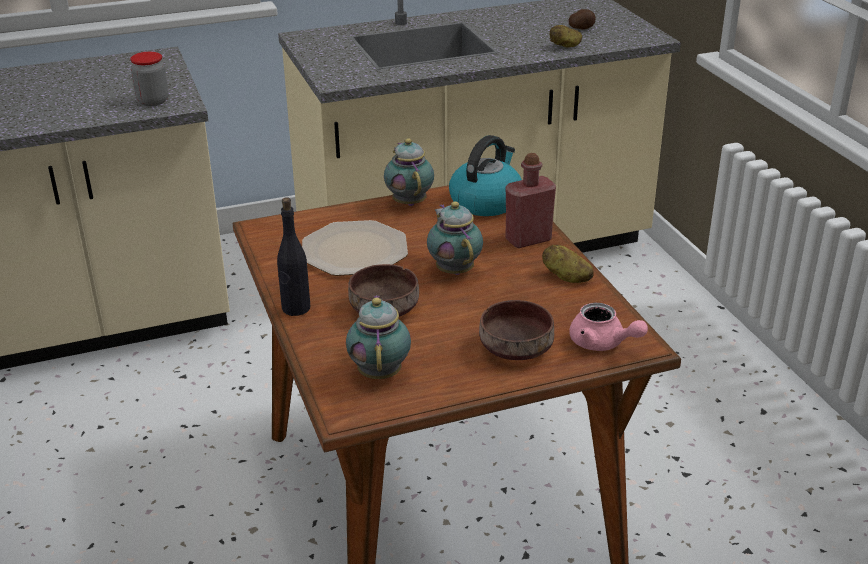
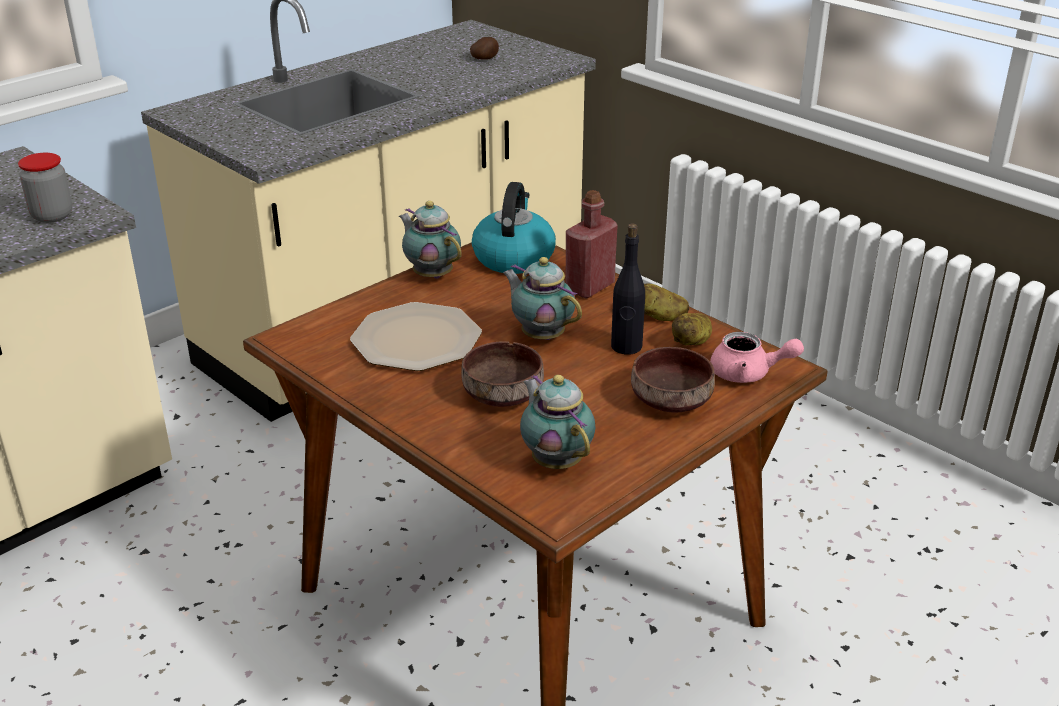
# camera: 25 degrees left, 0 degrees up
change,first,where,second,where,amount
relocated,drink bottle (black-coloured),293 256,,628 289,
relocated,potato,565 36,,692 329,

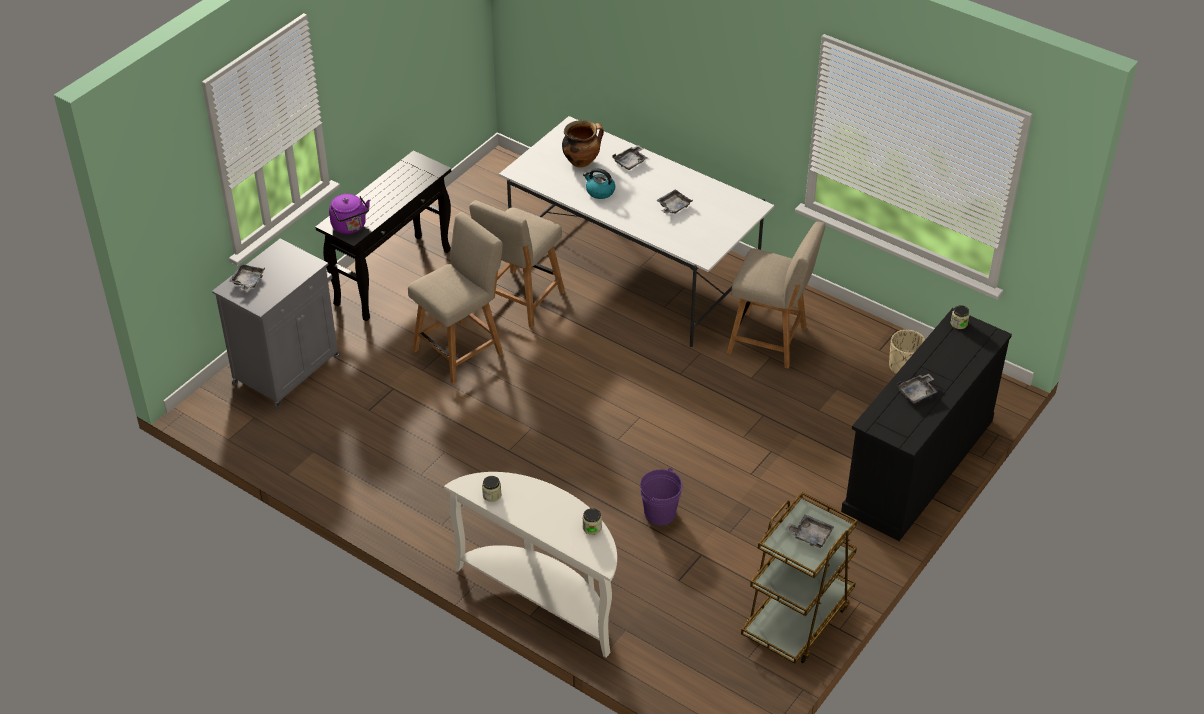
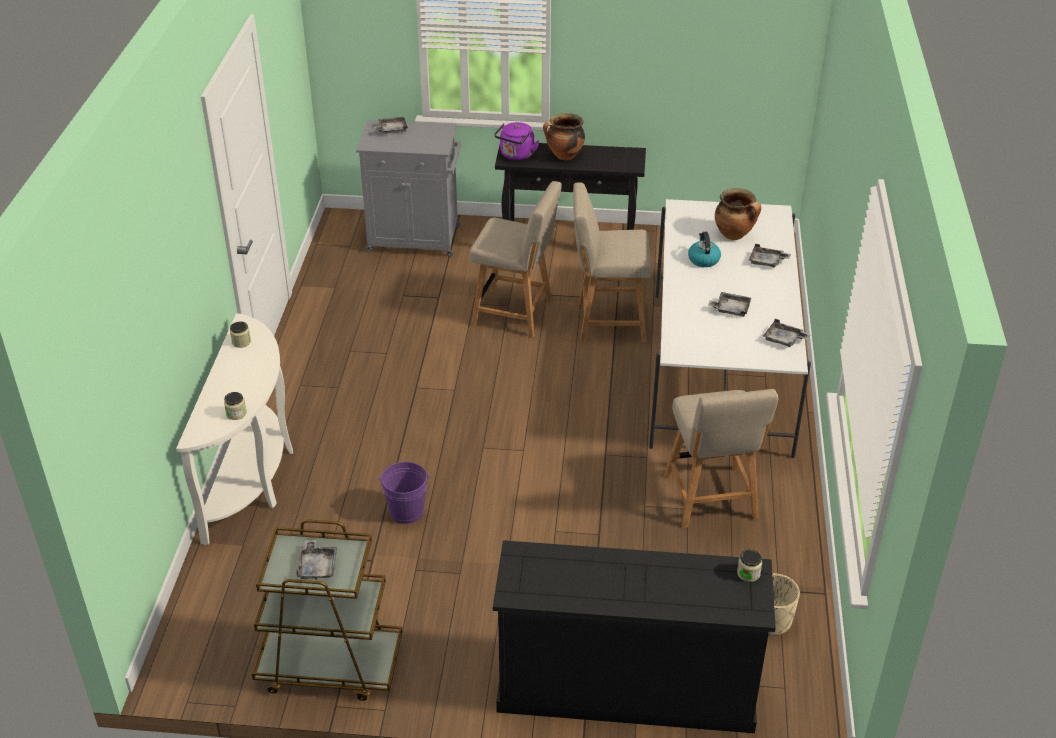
# camera: 60 degrees right, 5 degrees down
change,first,where,second,where,amount
appeared,,,cooking pot,564 136,
relocated,serving tray (grey),917 389,,787 333,

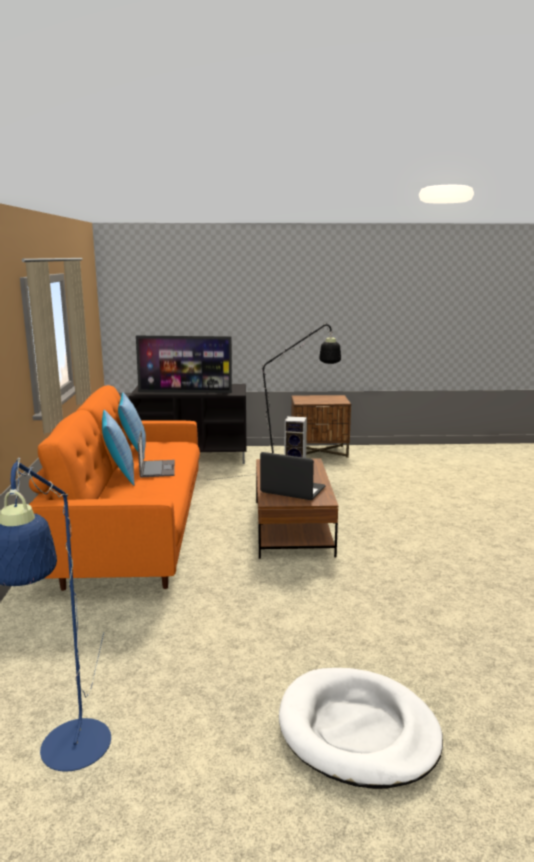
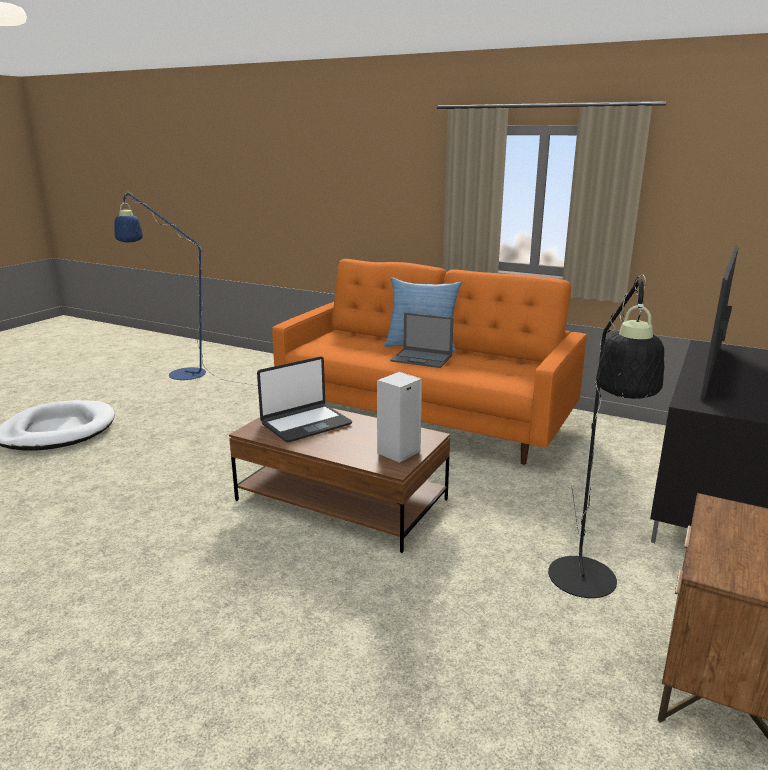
# camera: 120 degrees right, 5 degrees up
change,first,where,second,where,amount
missing,throw pillow,132 426,,,

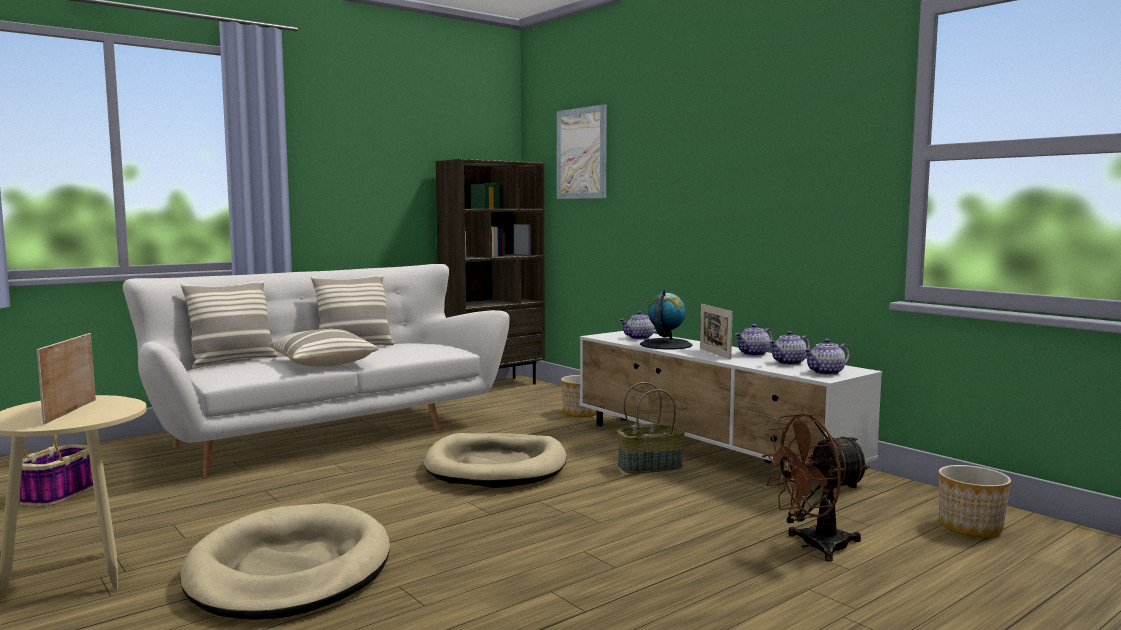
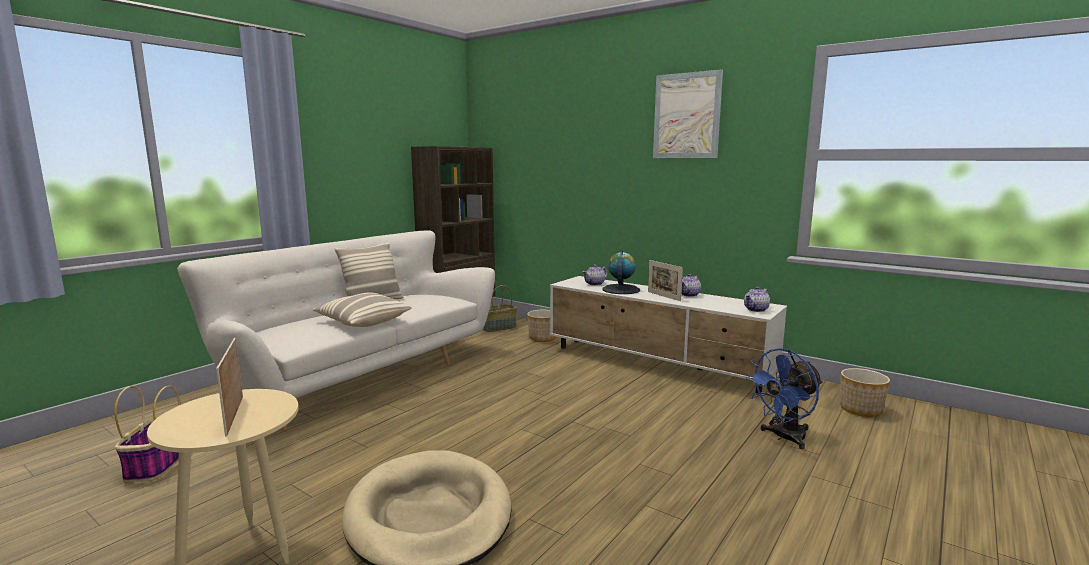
# camera: 15 degrees left, 5 degrees up
change,first,where,second,where,amount
missing,throw pillow,229 324,,,
missing,dog bed (beige),495 460,,,
missing,tea pot,790 348,,,
relocated,wall art,582 151,,688 113,
relocated,household basket,651 428,,500 307,
colour,fan (brown-coloured),816 487,fan (bluish),784 399,

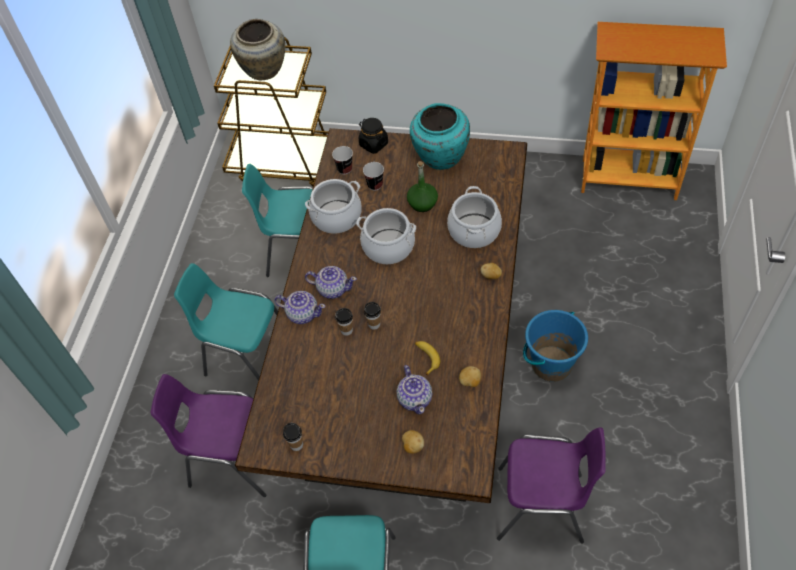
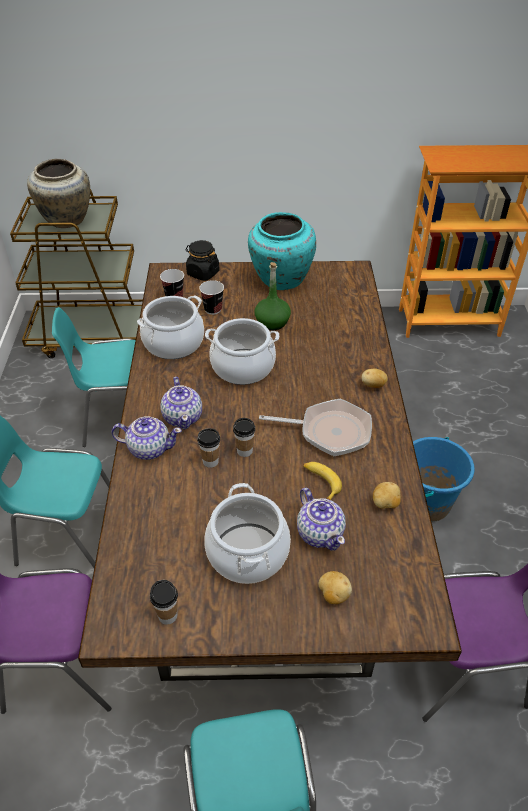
# camera: 15 degrees left, 10 degrees down
change,first,where,second,where,amount
appeared,,,pan,315 427,
relocated,cooking pot,474 217,,247 533,
spun,tea pot,331 282,,181 403,75 degrees clockwise

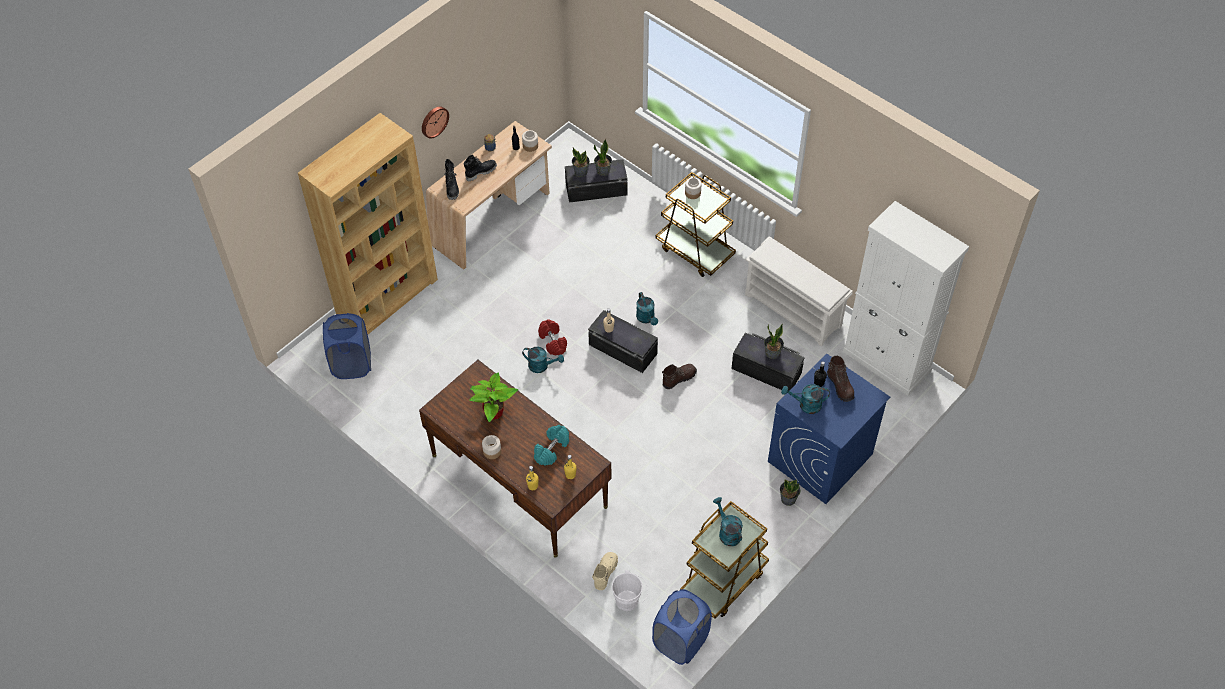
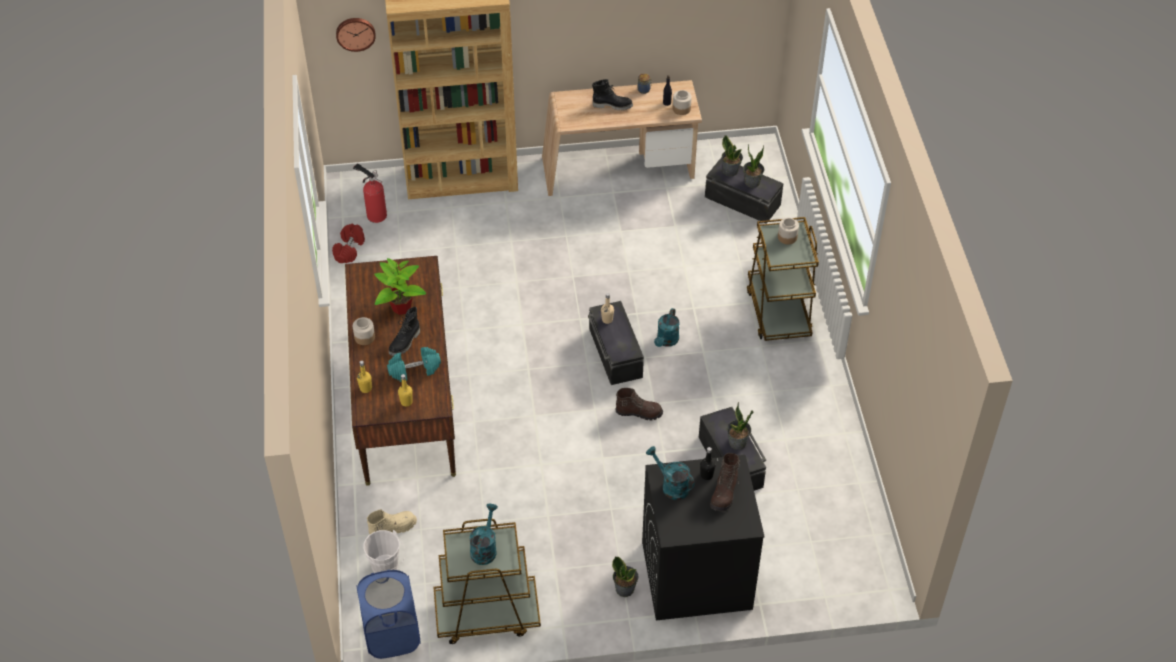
# camera: 40 degrees right, 5 degrees down
change,first,where,second,where,amount
missing,watering pot (blue-green),543 360,,,
missing,shoe shelf (white),799 291,,,
missing,cabinet (white),906 298,,,
relocated,wall clock,435 122,,356 35,
relocated,tall boot (black-coloured),451 179,,404 331,
relocated,dumbbell (red),552 337,,348 243,
exchanged,washing basket (bluish),347 346,fire extinguisher,370 193,
colour,washing machine (bluish),829 429,washing machine (black-coloured),703 537,

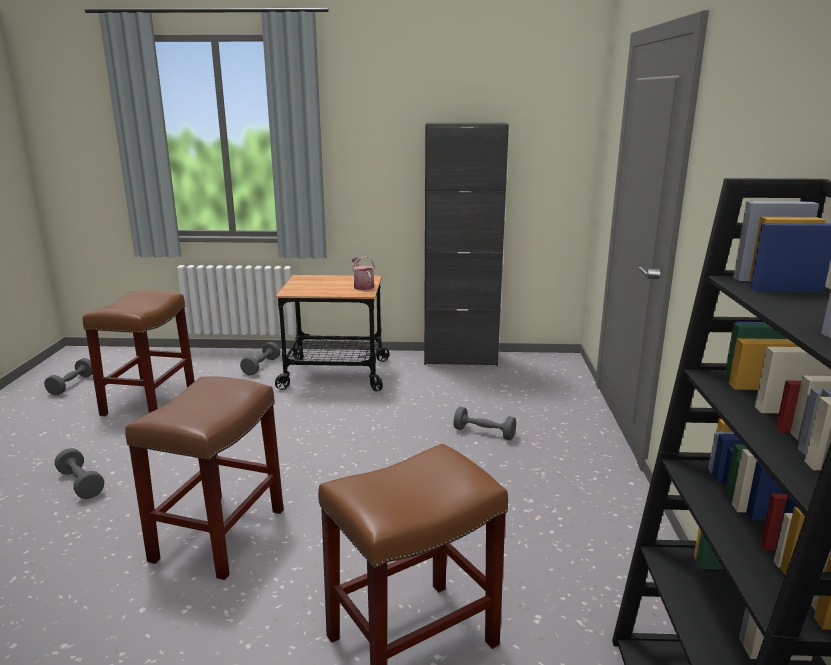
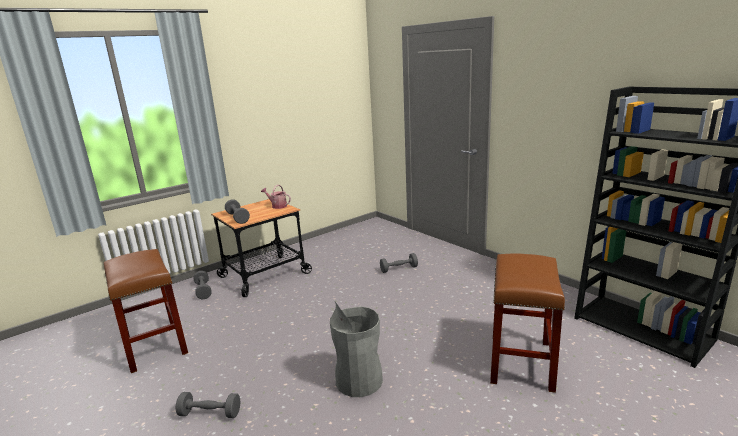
# camera: 40 degrees left, 0 degrees up
change,first,where,second,where,amount
missing,cabinet (black-coloured),466 244,,,
relocated,dumbbell (grey),68 376,,237 211,
exchanged,stool seat (brown-coloured),204 478,rubbish bin (grey),356 348,

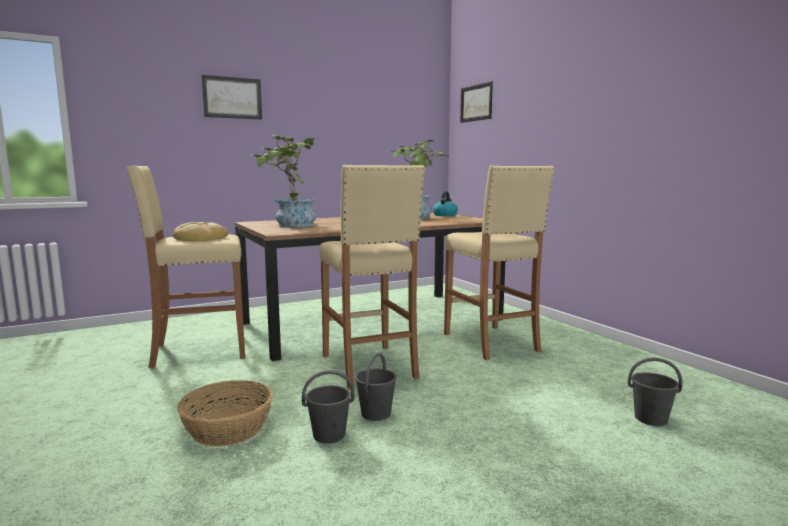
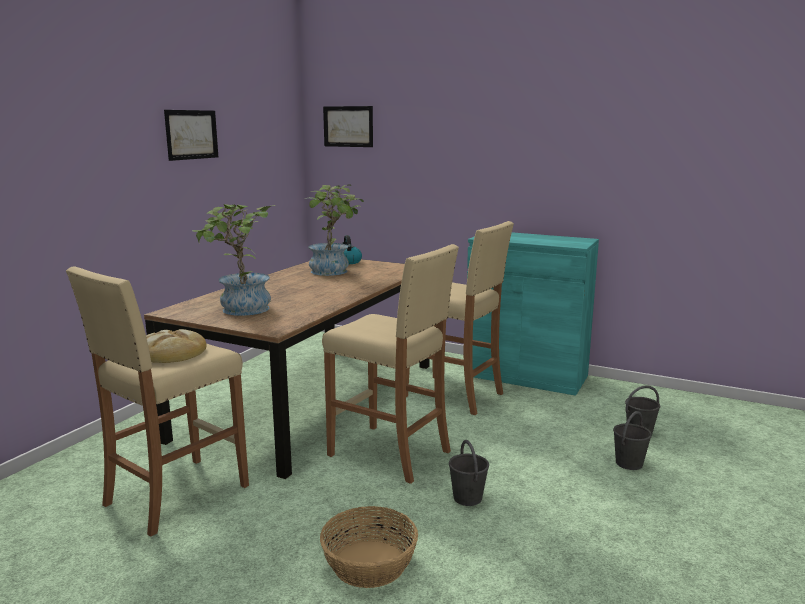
# camera: 35 degrees left, 5 degrees up
change,first,where,second,where,amount
appeared,,,cabinet (blue-green),533 314,
relocated,wall art,232 97,,191 135,
relocated,pail (grey),328 407,,632 440,

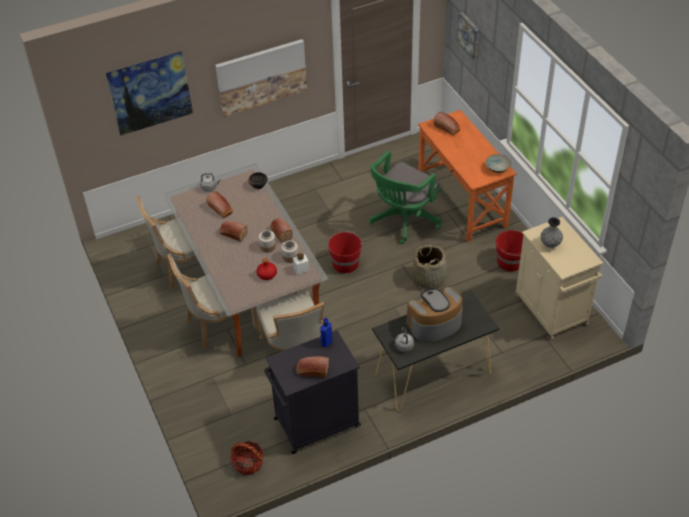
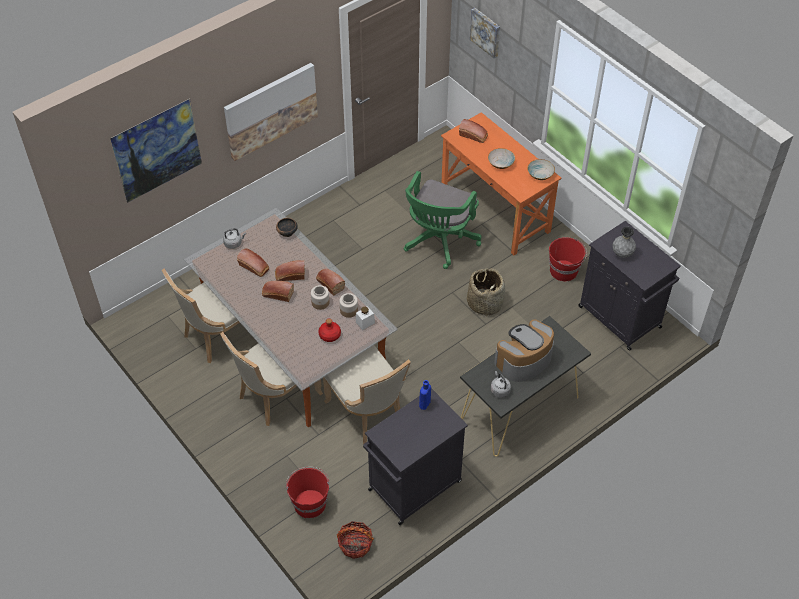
# camera: 15 degrees left, 5 degrees up
change,first,where,second,where,amount
appeared,,,serving bowl,501 158,
relocated,baked bread,313 366,,290 270,
relocated,pail (red),345 252,,307 492,
colour,cabinet (beige),559 278,cabinet (black-coloured),629 286,

